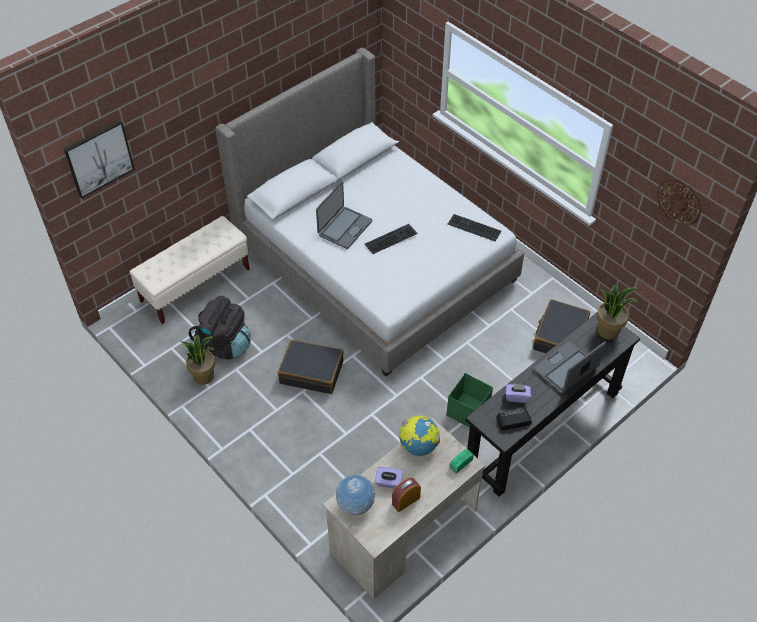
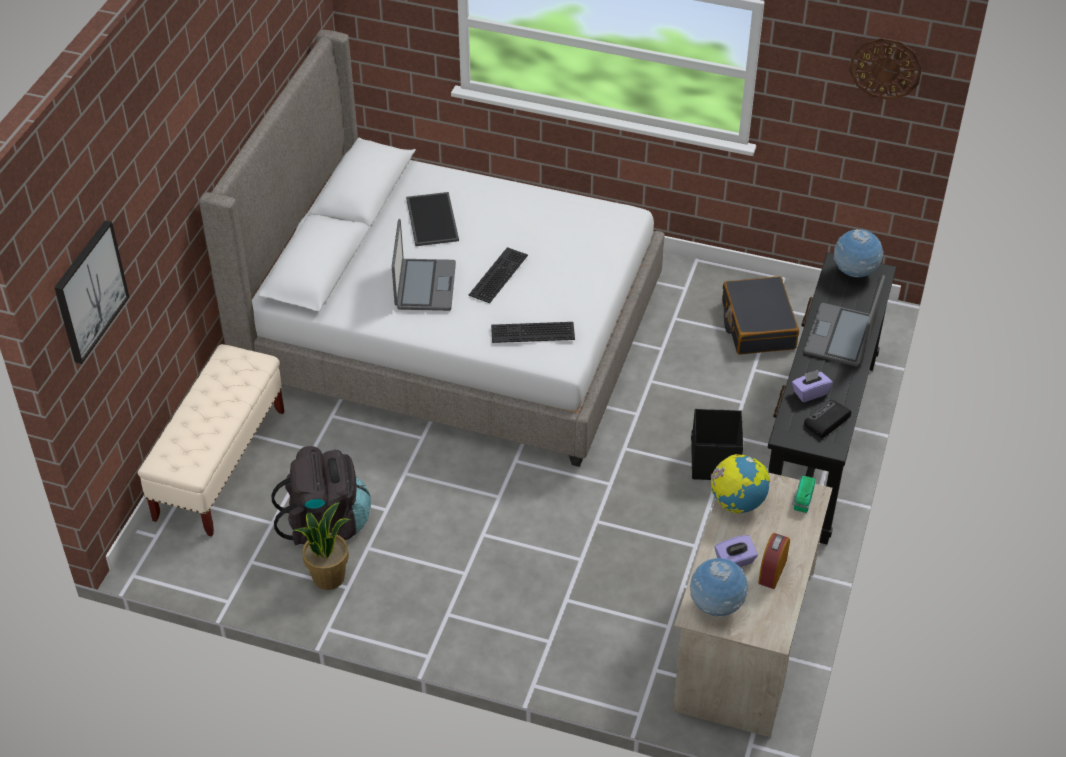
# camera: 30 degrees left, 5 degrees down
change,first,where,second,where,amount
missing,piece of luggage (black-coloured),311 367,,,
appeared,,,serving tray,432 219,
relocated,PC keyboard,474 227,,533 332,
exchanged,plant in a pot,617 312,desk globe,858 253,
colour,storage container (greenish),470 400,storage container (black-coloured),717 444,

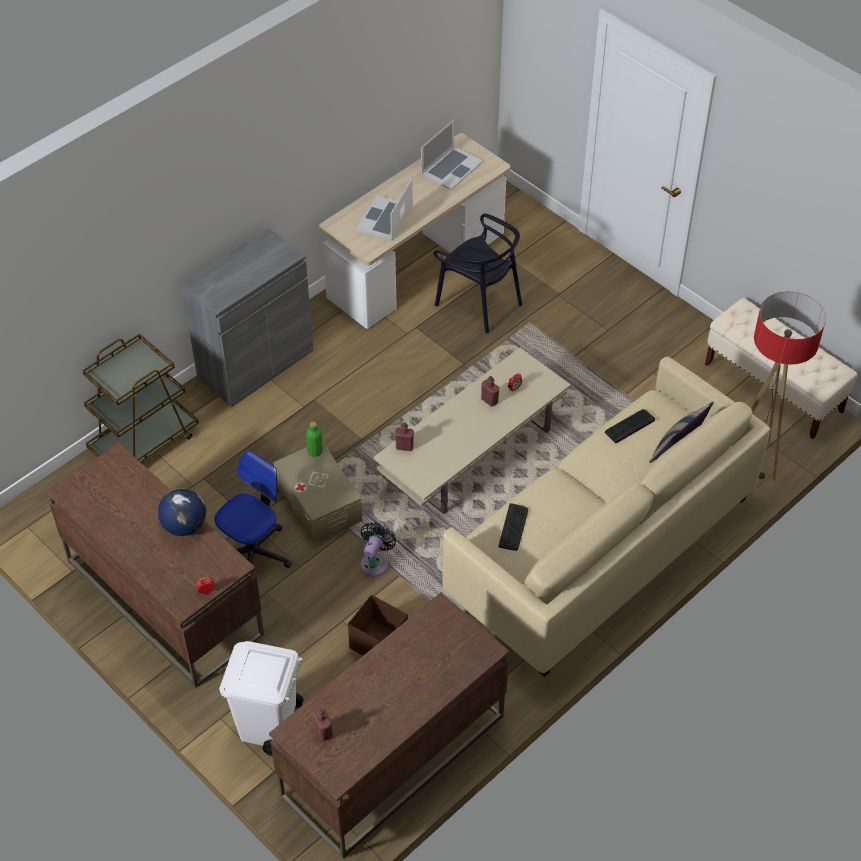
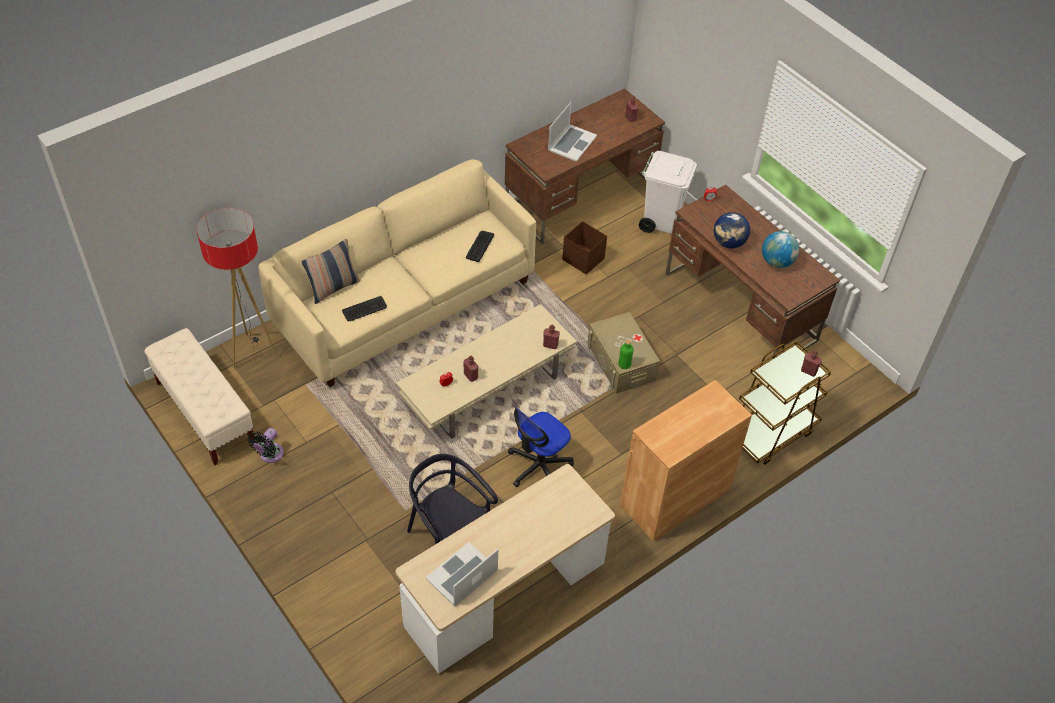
# camera: 175 degrees left, 0 degrees up
change,first,where,second,where,amount
appeared,,,desk globe,780 249,
appeared,,,drink bottle (red),811 363,
relocated,computer chair,253 509,,541 446,
relocated,notebook computer,384 210,,572 132,
relocated,fan (black-coloured),378 549,,265 445,
colour,cabinet (grey),247 317,cabinet (brown-coloured),686 460,

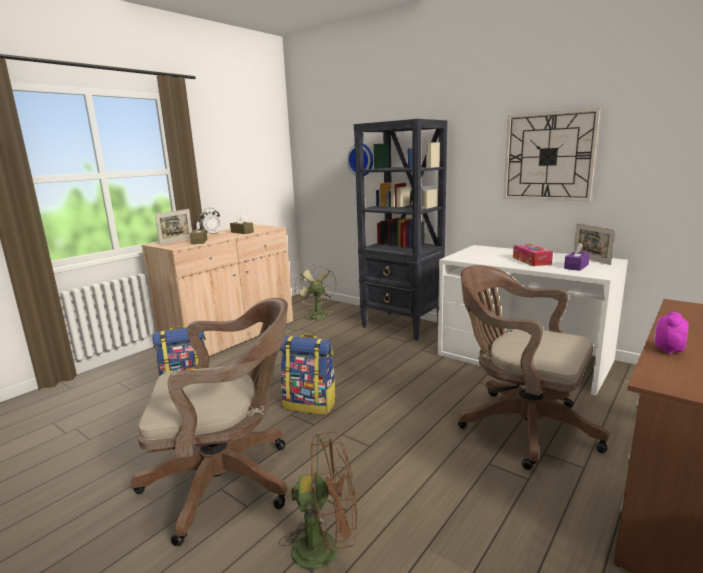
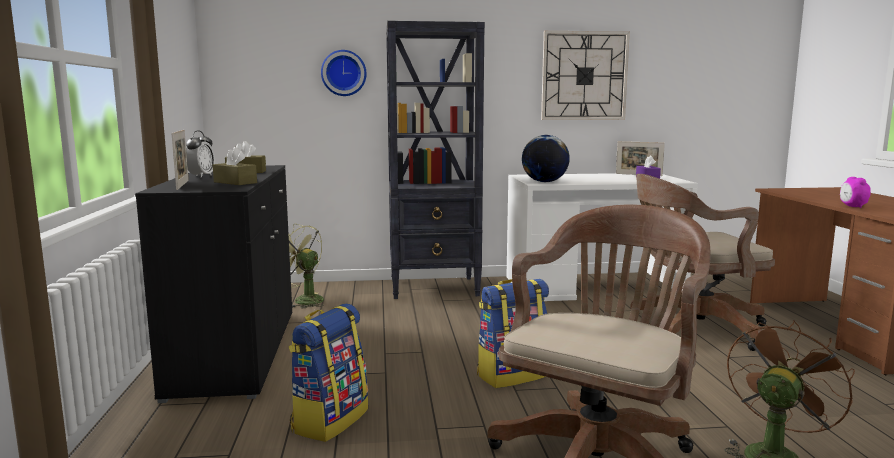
# camera: 45 degrees left, 5 degrees down
change,first,where,second,where,amount
missing,tissue holder,533 255,,,
appeared,,,desk globe,546 158,
colour,cabinet (beige),217 290,cabinet (black-coloured),213 284,

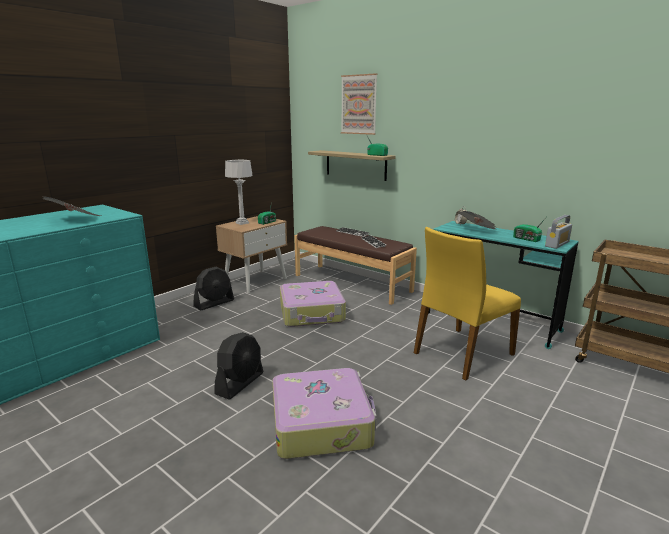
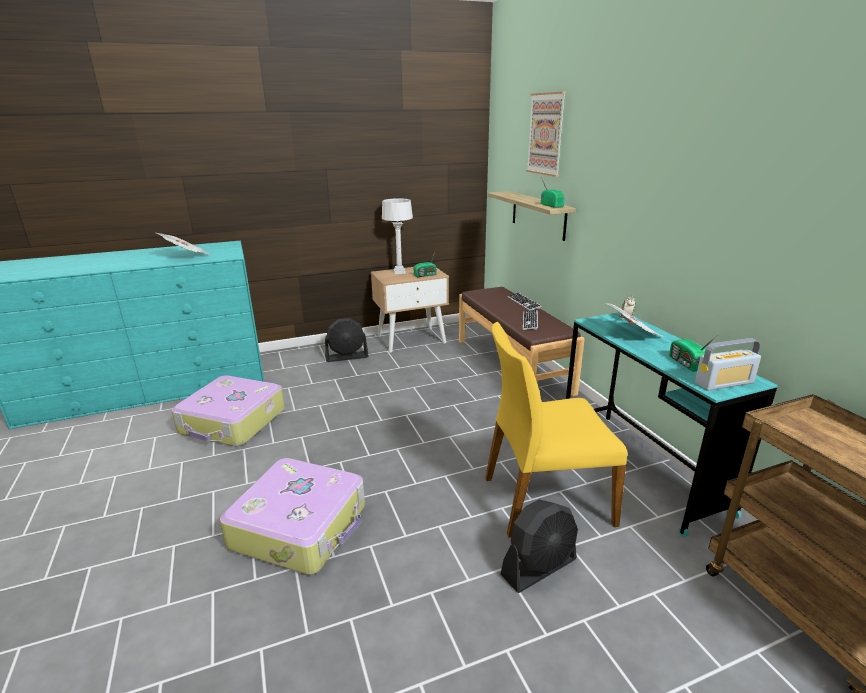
# camera: 30 degrees right, 5 degrees up
change,first,where,second,where,amount
relocated,fan (black-coloured),239 366,,539 546,
relocated,piece of luggage,313 304,,228 410,

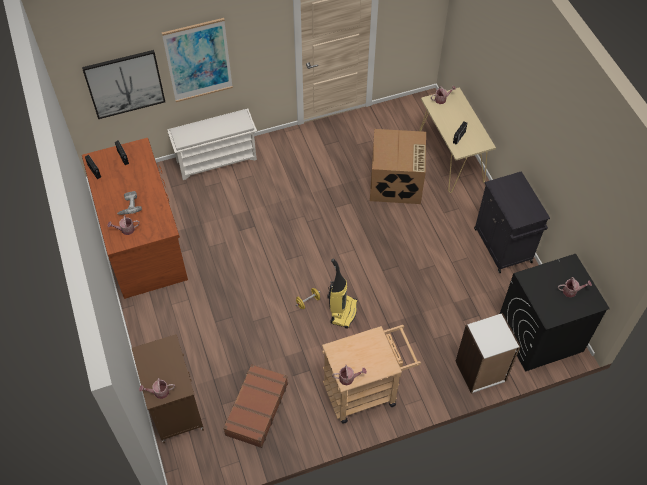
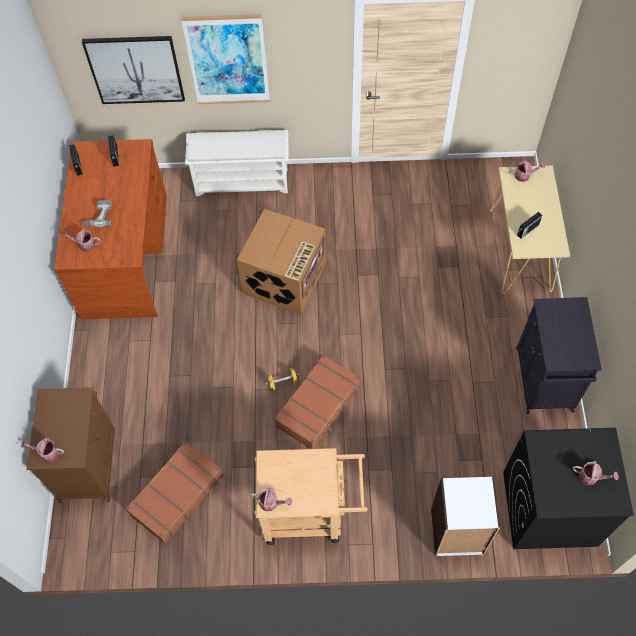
# camera: 20 degrees right, 5 degrees up
change,first,where,second,where,amount
relocated,cardboard box,398 166,,281 262,
exchanged,vacuum,342 293,piece of luggage (brown-coloured),317 402,

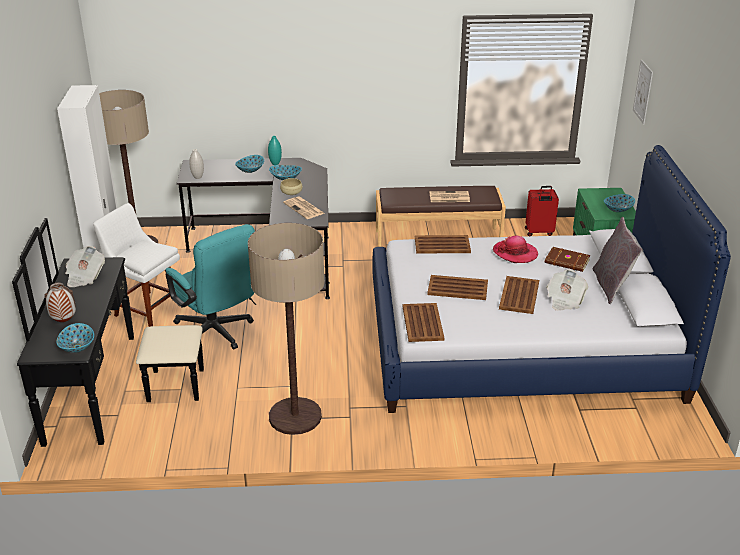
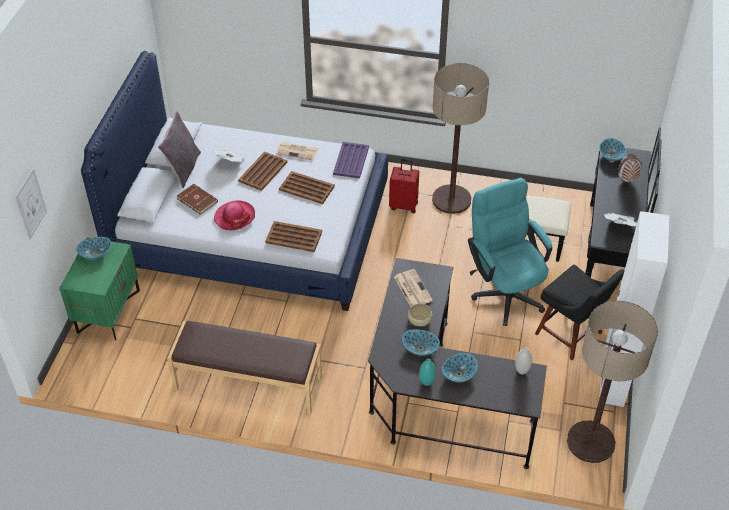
# camera: 165 degrees left, 15 degrees up
change,first,where,second,where,amount
relocated,daily paper,450 196,,297 151,
relocated,piece of luggage (red),542 211,,404 186,
colour,chair (white),136 265,chair (black-coloured),579 312,
colour,serving tray (brown-coloured),423 322,serving tray (purple-coloured),351 160,

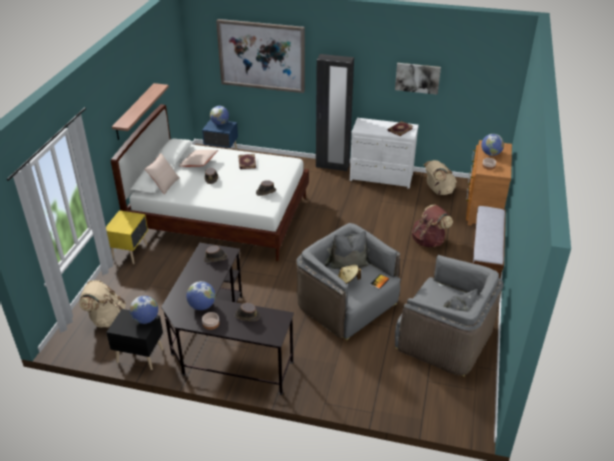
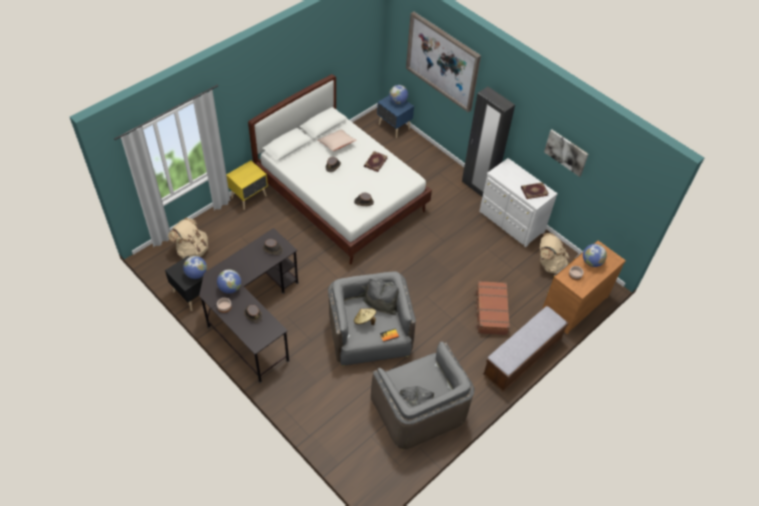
# camera: 30 degrees right, 15 degrees up
change,first,where,second,where,amount
missing,wall shelf,140 111,,,
missing,throw pillow (beige),162 173,,,
exchanged,rucksack (brown-coloured),432 226,piece of luggage (brown-coloured),492 308,

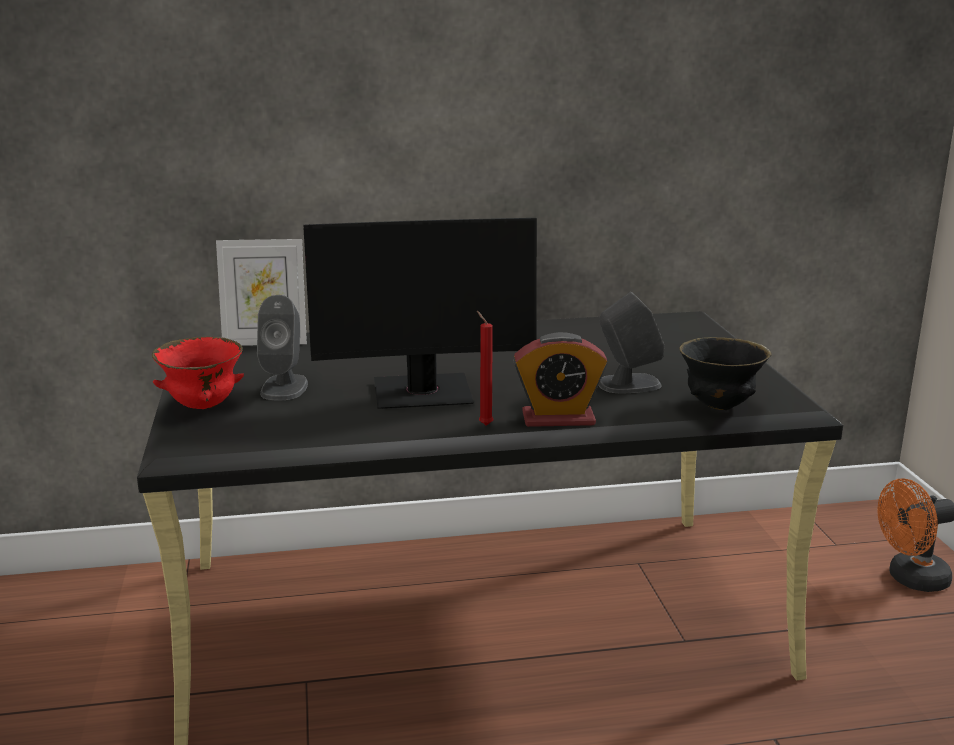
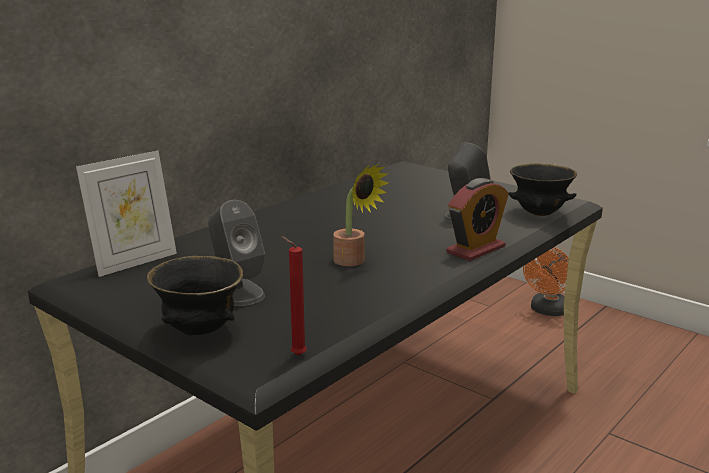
# camera: 40 degrees left, 0 degrees up
change,first,where,second,where,amount
relocated,wax light (red),485 368,,294 295,
exchanged,monitor,420 313,plant in a pot,361 215,
colour,serving bowl (red),198 373,serving bowl (black-coloured),195 295,

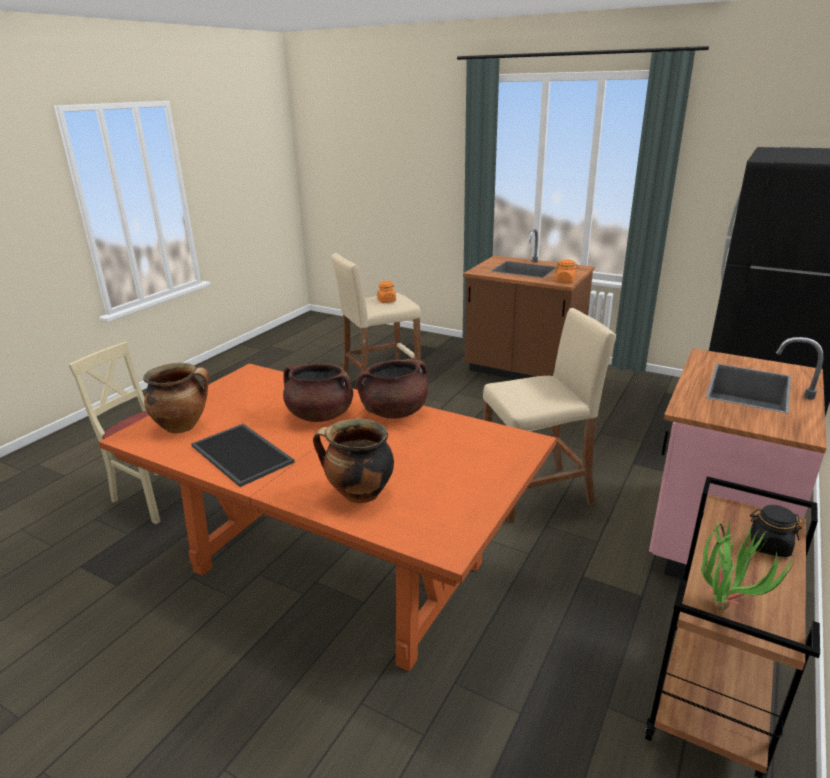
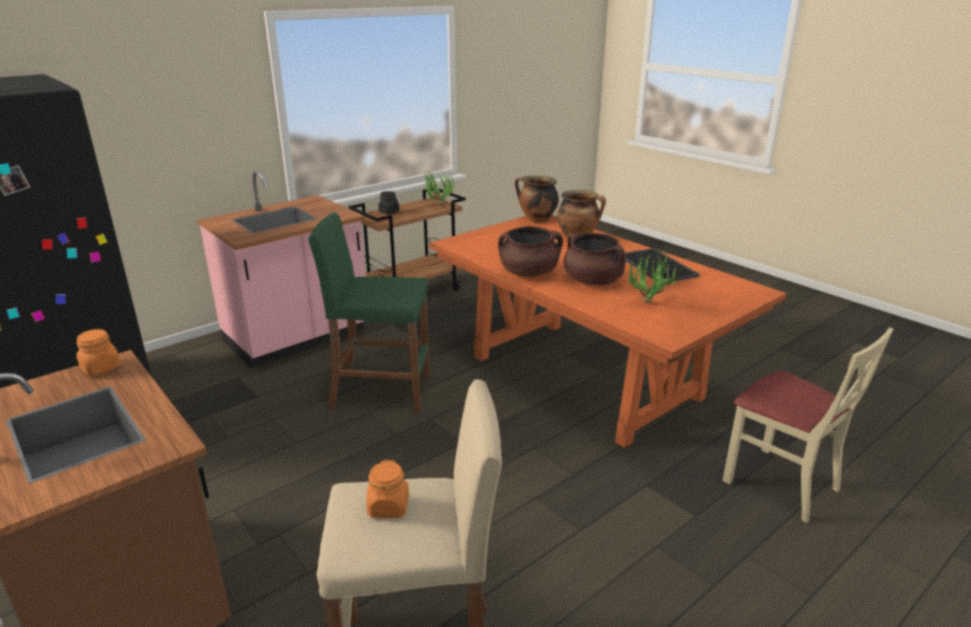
# camera: 160 degrees left, 0 degrees up
change,first,where,second,where,amount
appeared,,,plant in a pot,653 277,
relocated,cooking pot,176 398,,537 198,
colour,stool seat (beige),549 416,stool seat (greenish),369 312,

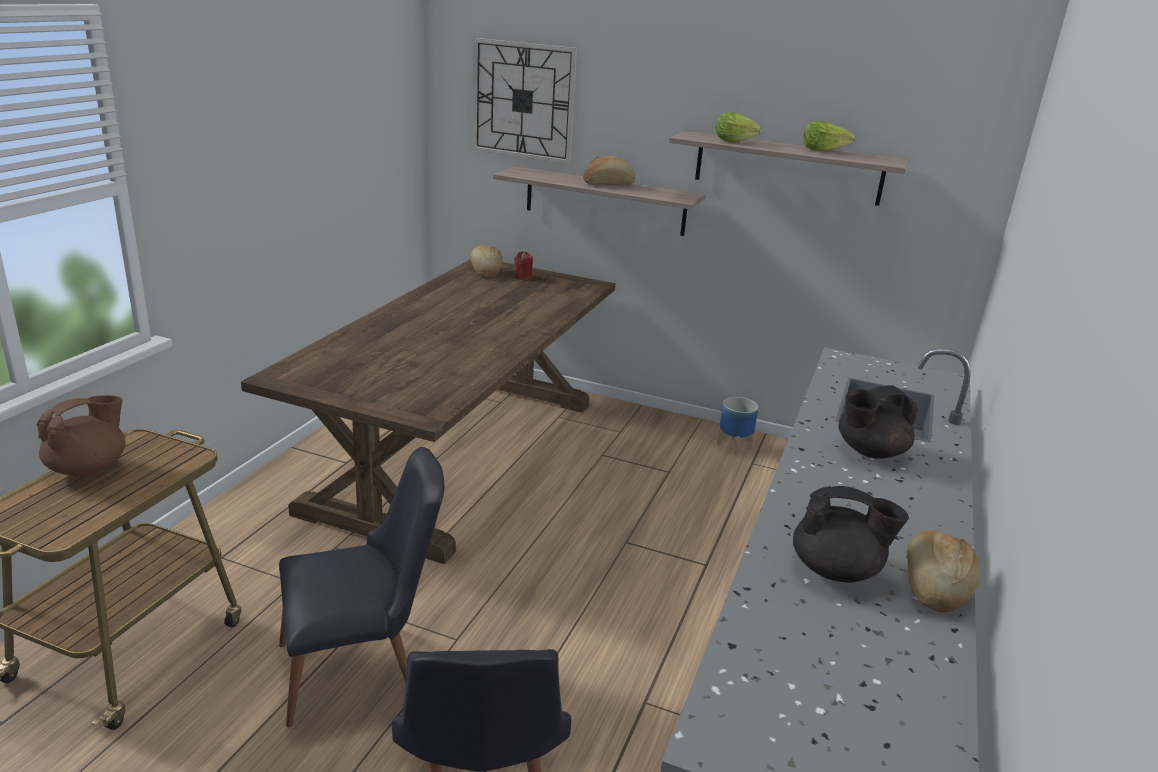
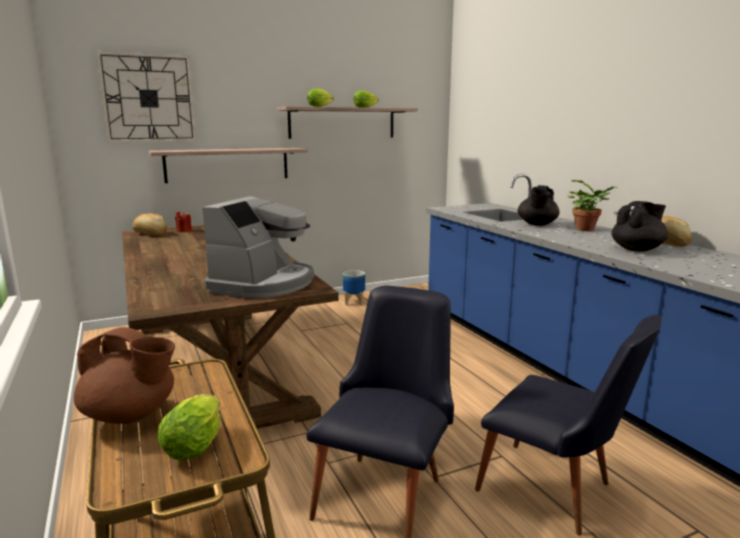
# camera: 45 degrees left, 10 degrees down
change,first,where,second,where,amount
missing,baked bread,609 170,,,
appeared,,,lettuce head,189 427,
appeared,,,coffee maker,258 247,
appeared,,,plant in a pot,592 205,
spun,tea pot (brown-coloured),81 435,,124 375,120 degrees clockwise

